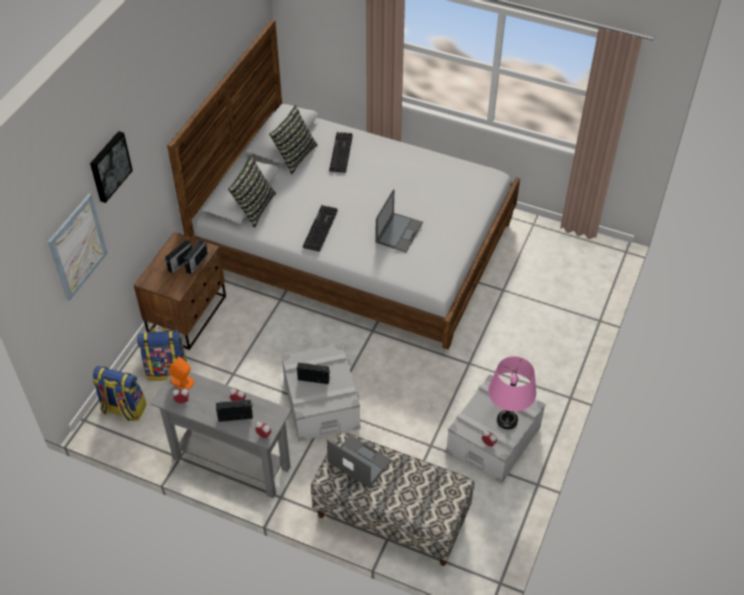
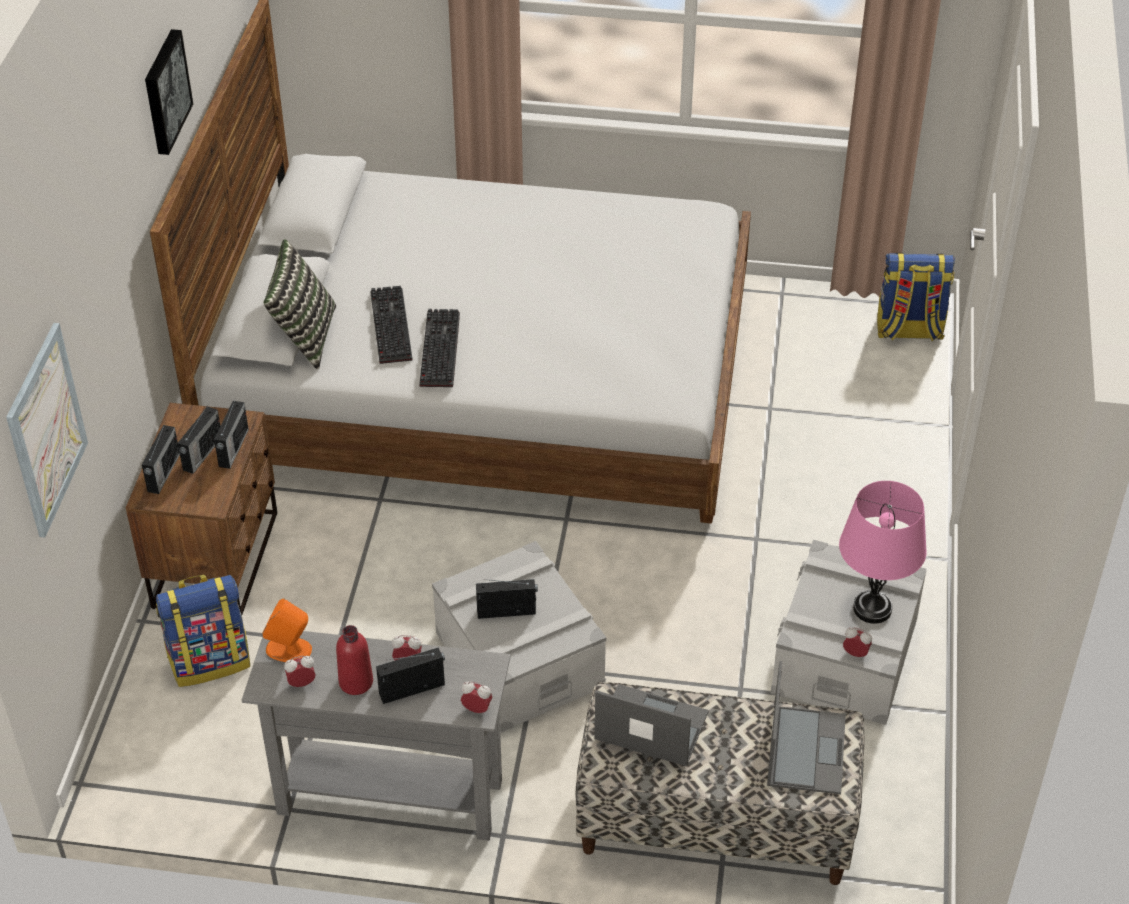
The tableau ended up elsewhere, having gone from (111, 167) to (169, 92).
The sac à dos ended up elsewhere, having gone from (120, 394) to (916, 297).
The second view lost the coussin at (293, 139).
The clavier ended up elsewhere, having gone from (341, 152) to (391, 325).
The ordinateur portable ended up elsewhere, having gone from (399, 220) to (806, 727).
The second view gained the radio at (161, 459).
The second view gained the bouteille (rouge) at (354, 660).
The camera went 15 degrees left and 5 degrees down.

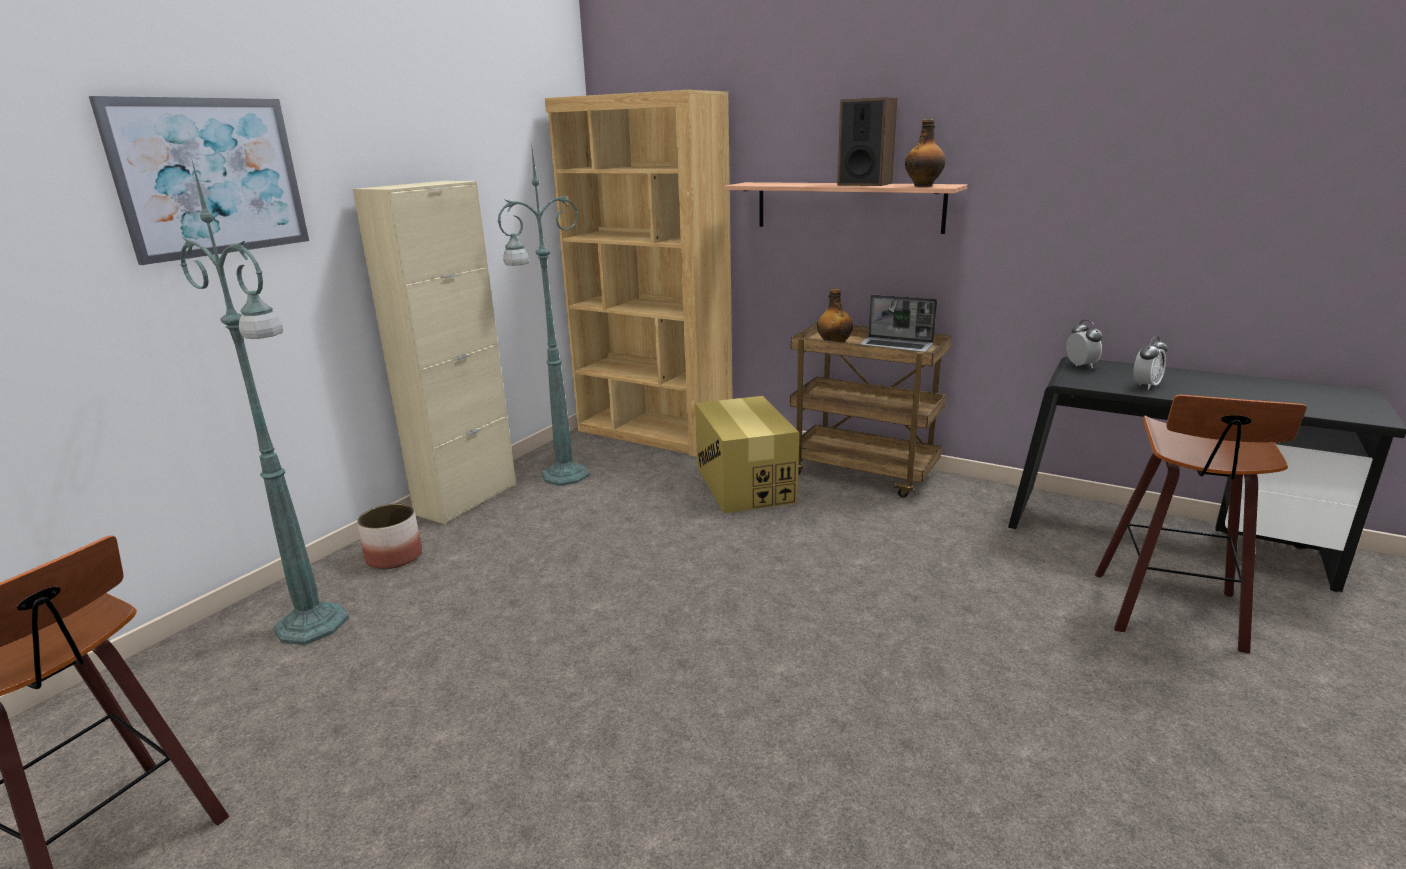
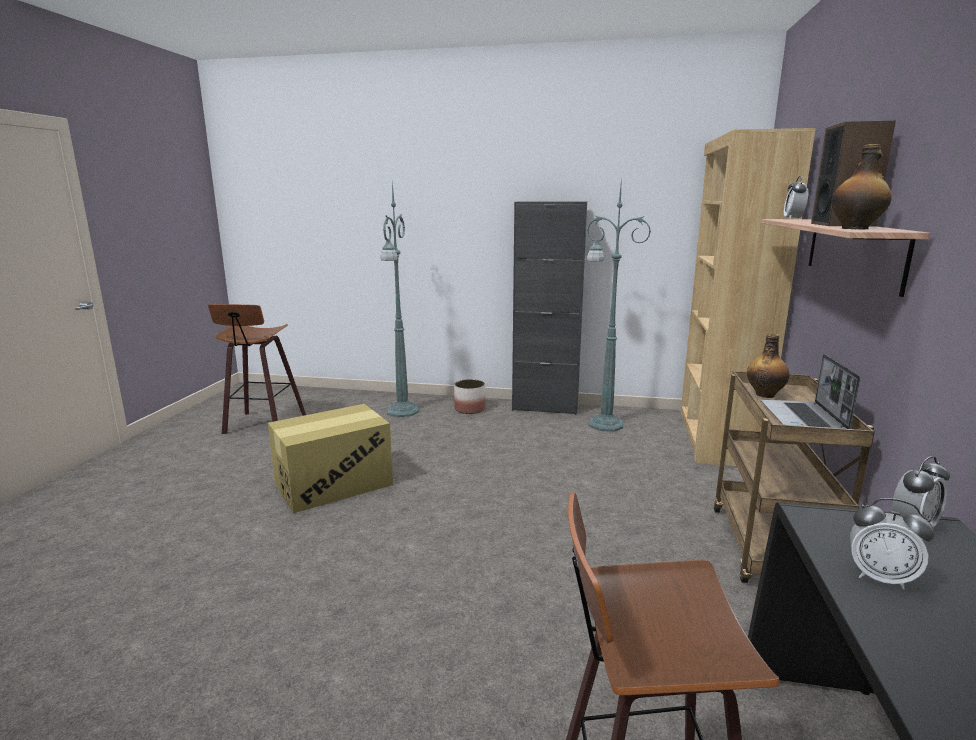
The second view lost the tableau at (199, 180).
What was the meuble de rangement (beige) at (434, 352) turned into the meuble de rangement (noir) at (549, 308).
The carton ended up elsewhere, having gone from (747, 454) to (330, 458).
The second view gained the réveil at (796, 197).
The camera went 70 degrees right and 5 degrees down.

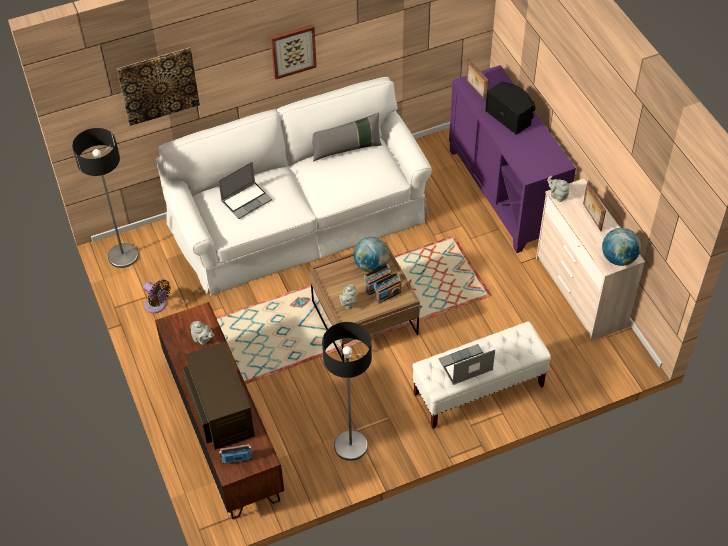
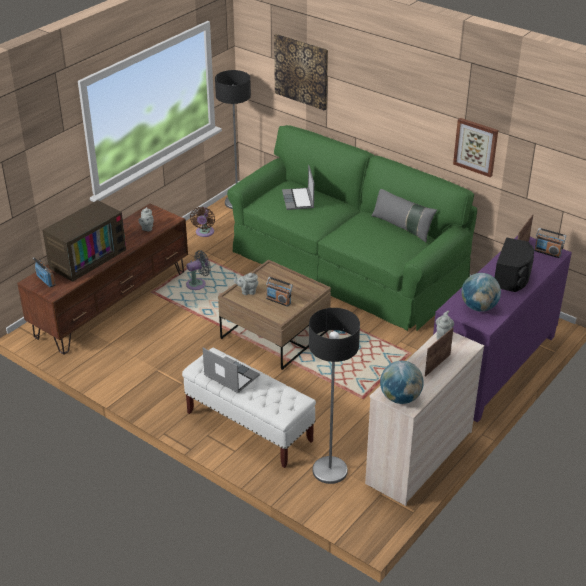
What was the canapé (blanc) at (294, 186) turned into the canapé (vert) at (352, 228).
The ordinateur portable at (245, 190) ended up facing another way, 60 degrees clockwise from before.
The tableau ended up elsewhere, having gone from (293, 51) to (475, 147).
The lampadaire ended up elsewhere, having gone from (347, 391) to (334, 396).
The globe ended up elsewhere, having gone from (372, 255) to (481, 292).
The radio ended up elsewhere, having gone from (387, 287) to (550, 243).
The second view gained the ventilateur (gris) at (198, 270).
The camera went 60 degrees right and 15 degrees down.

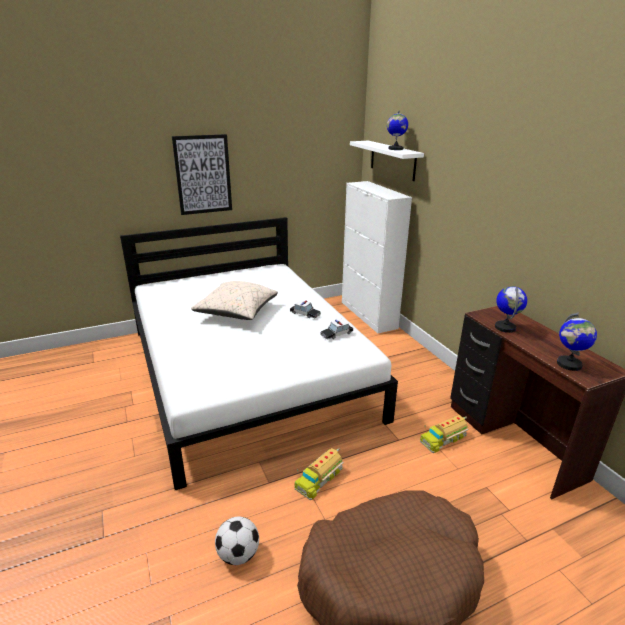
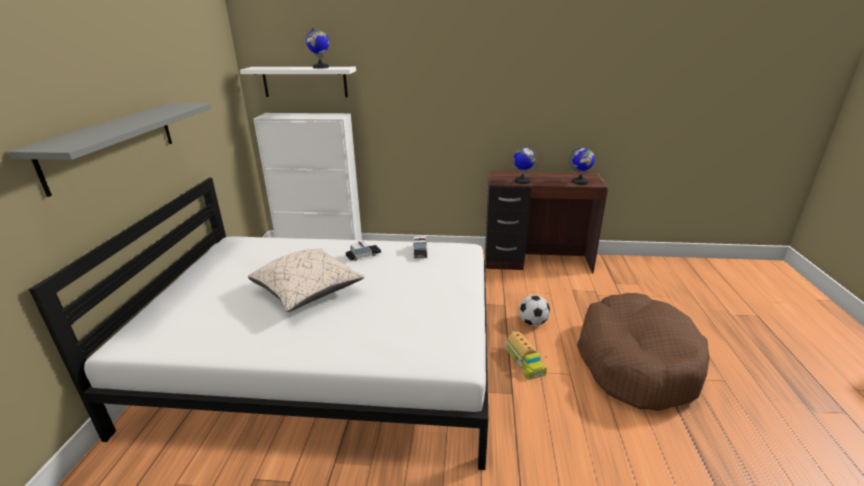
Where the tableau hung at (202, 174), the étagère (gris) came to hang at (110, 150).
The ballon de foot ended up elsewhere, having gone from (237, 540) to (534, 310).
The second view lost the camion jouet at (444, 434).
The camera went 60 degrees left and 0 degrees up.

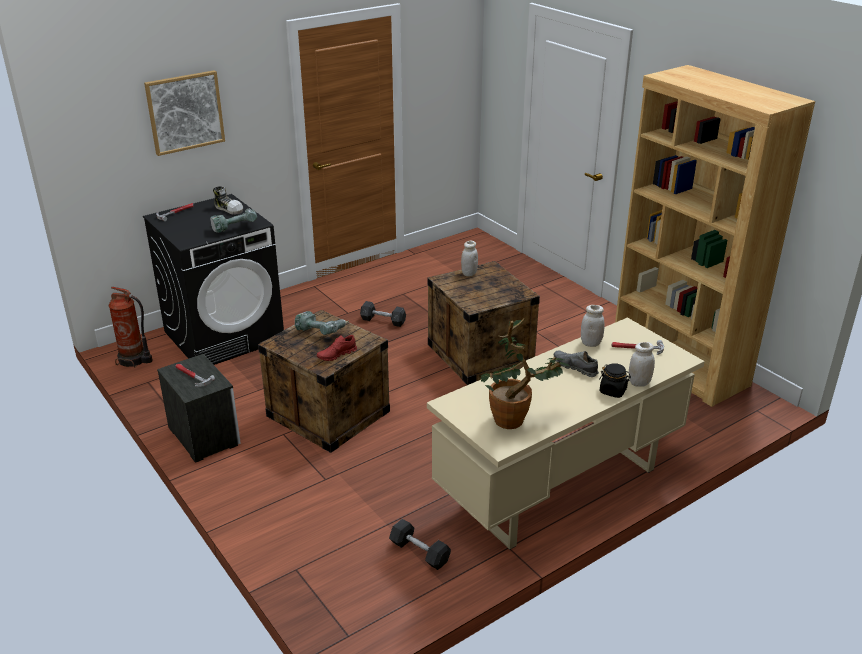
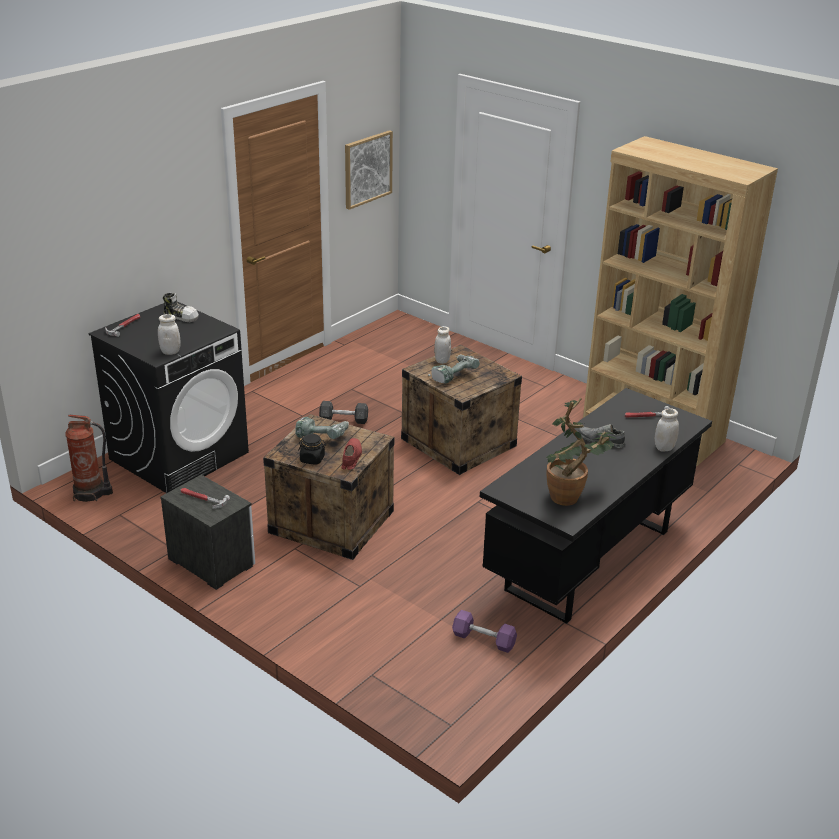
The tableau ended up elsewhere, having gone from (184, 113) to (369, 170).
The perceuse ended up elsewhere, having gone from (233, 220) to (454, 369).
The chaussure (rouge) at (337, 348) ended up facing another way, 150 degrees clockwise from before.
What was the haltère (gris) at (420, 544) turned into the haltère (violet) at (484, 631).
What was the bureau (beige) at (566, 433) turned into the bureau (noir) at (596, 506).
The bocal (blanc) ended up elsewhere, having gone from (592, 326) to (169, 334).
The bocal (noir) ended up elsewhere, having gone from (615, 380) to (312, 449).
The camera went 15 degrees left and 0 degrees up.

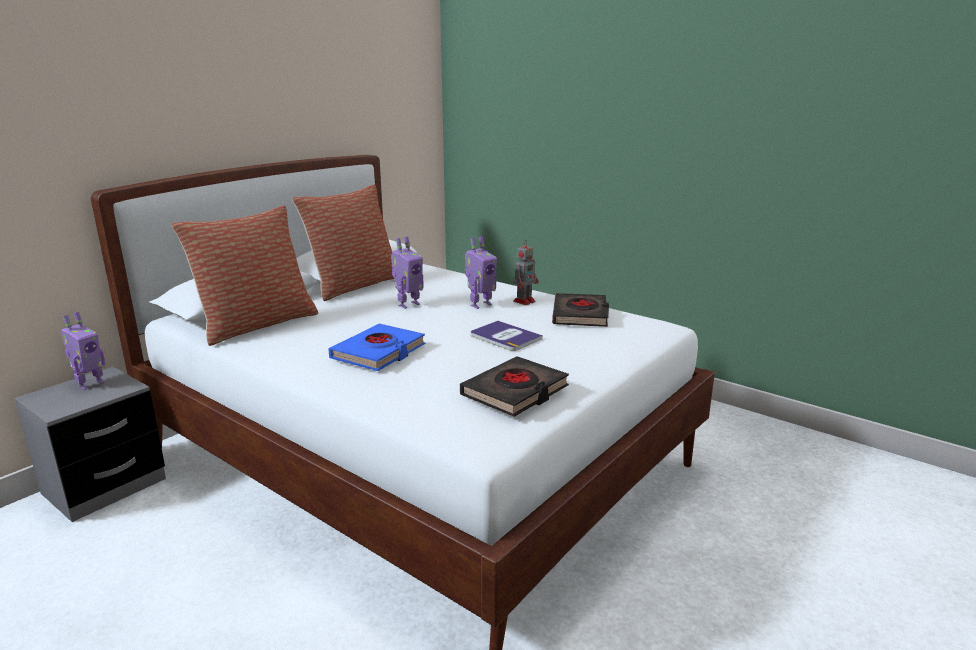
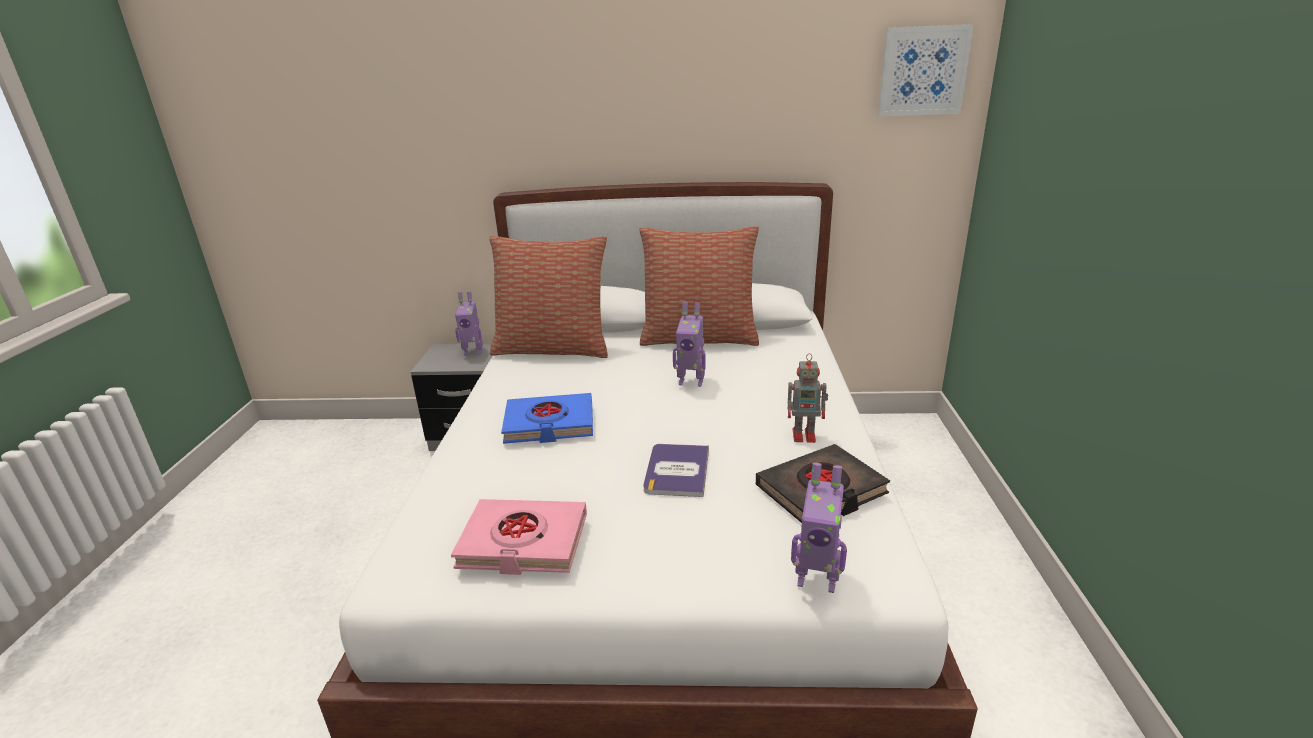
What was the livre (noir) at (514, 386) turned into the livre (rose) at (519, 537).
The robot jouet ended up elsewhere, having gone from (481, 272) to (819, 528).
The second view gained the tableau at (926, 70).
The camera went 55 degrees right and 5 degrees up.

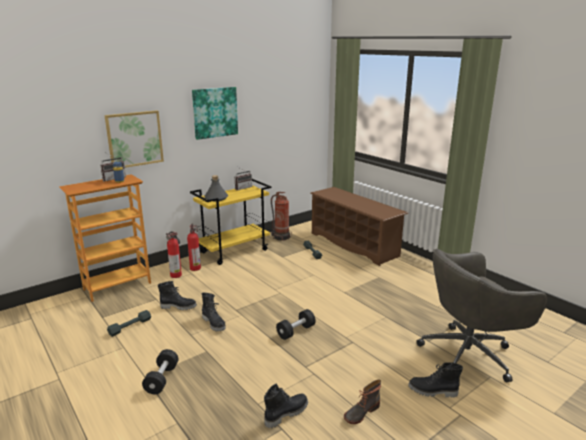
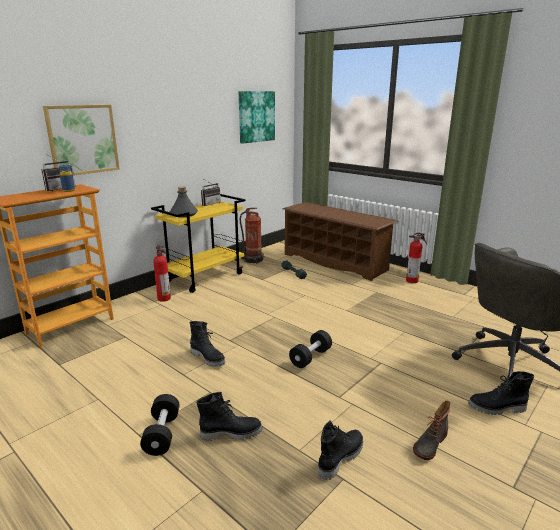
The second view lost the haltère (gris) at (129, 323).
The botte (noir) ended up elsewhere, having gone from (177, 295) to (230, 416).
The extincteur ended up elsewhere, having gone from (174, 254) to (416, 257).
The tableau ended up elsewhere, having gone from (215, 113) to (257, 117).
The camera went 10 degrees left and 0 degrees up.

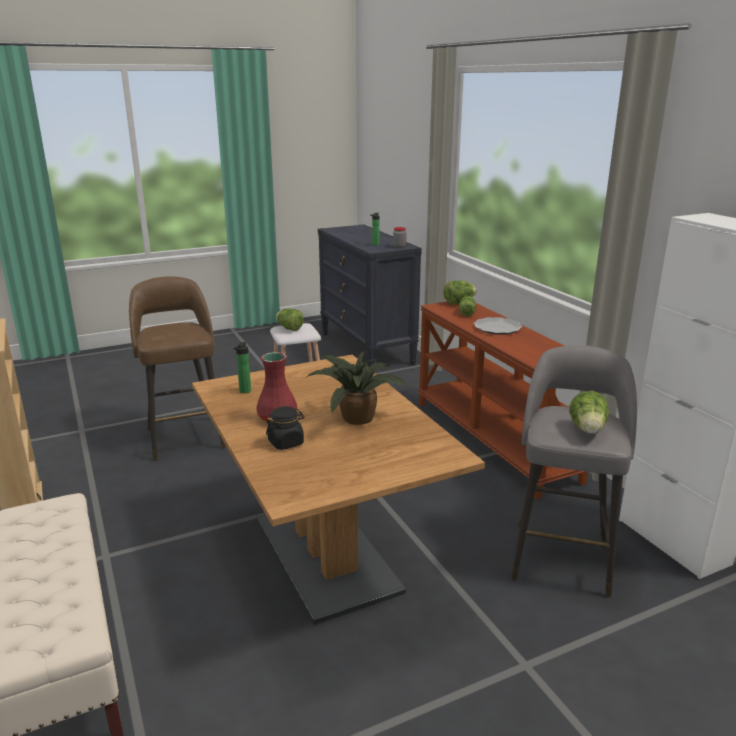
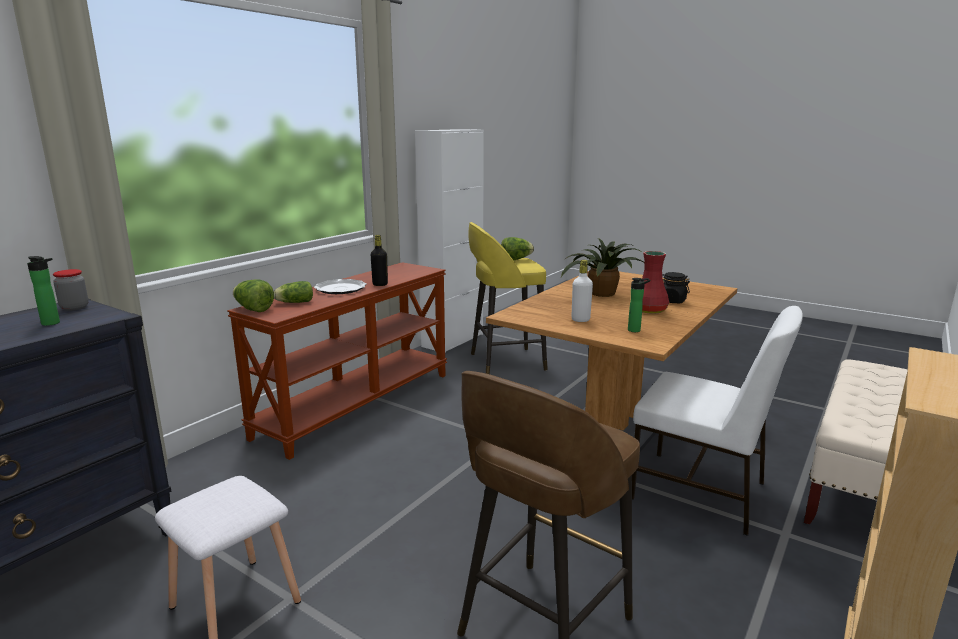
The second view lost the laitue at (290, 320).
What was the tabouret (gris) at (574, 471) turned into the tabouret (jaune) at (508, 298).
The second view gained the bouteille (noir) at (379, 260).
The second view gained the bouteille (blanc) at (582, 291).
The second view gained the chaise (blanc) at (717, 421).
The camera went 120 degrees left and 5 degrees down.

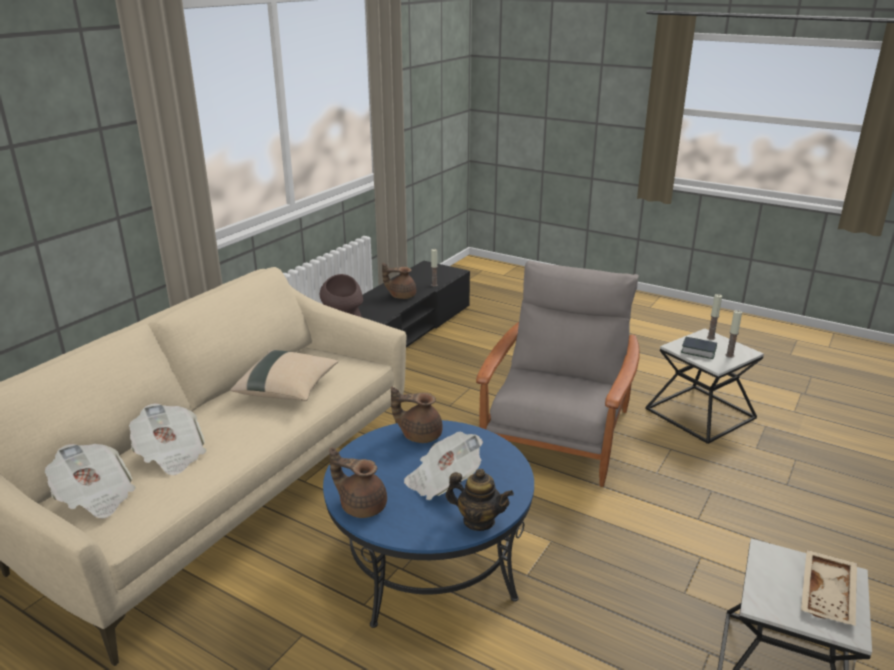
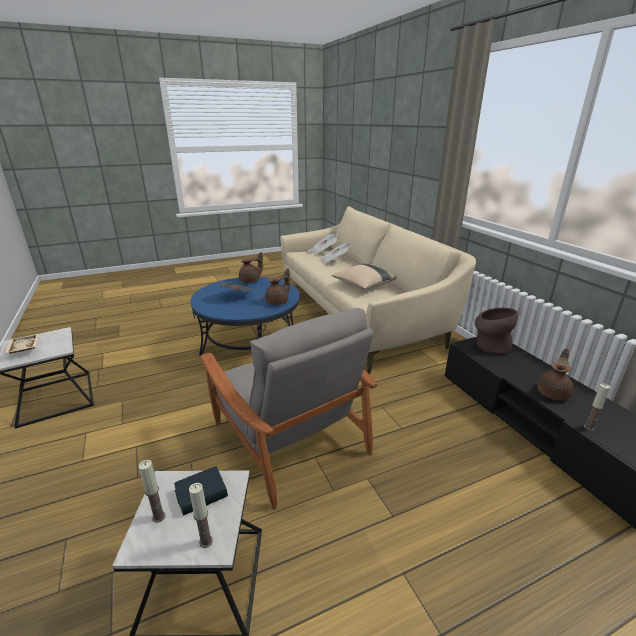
The second view lost the théière at (480, 500).
The camera went 125 degrees right and 0 degrees up.

